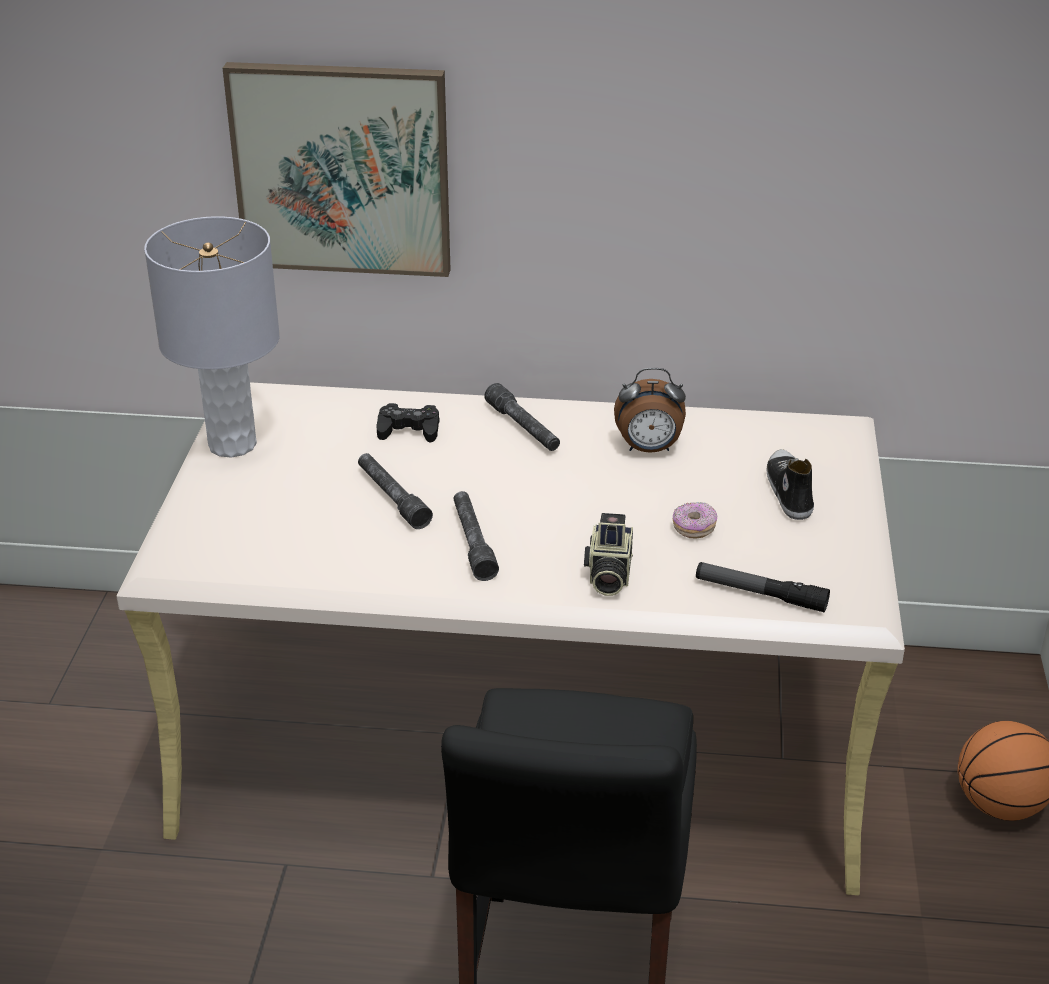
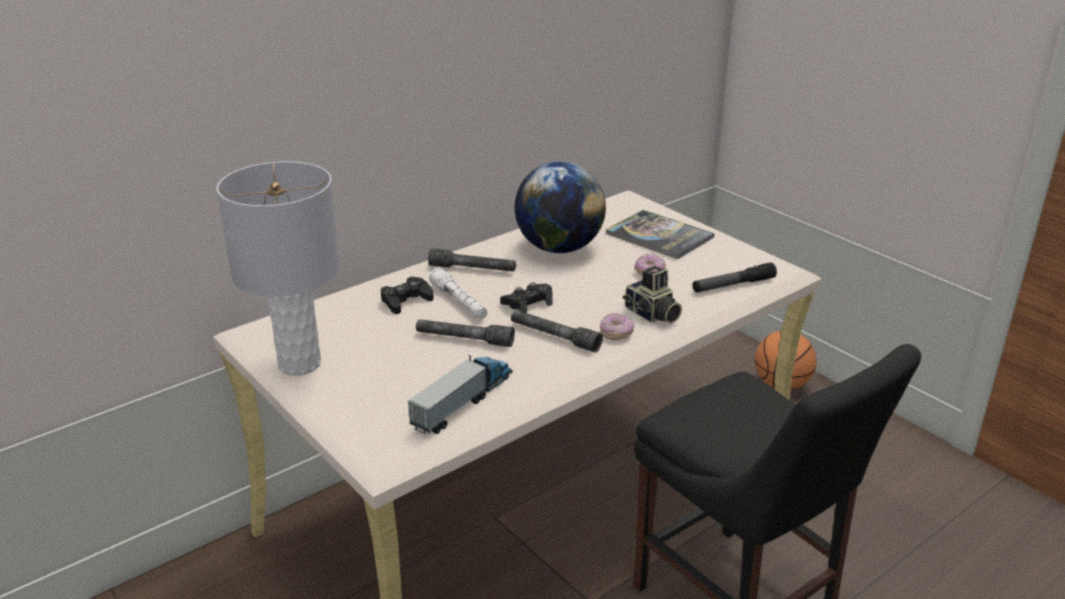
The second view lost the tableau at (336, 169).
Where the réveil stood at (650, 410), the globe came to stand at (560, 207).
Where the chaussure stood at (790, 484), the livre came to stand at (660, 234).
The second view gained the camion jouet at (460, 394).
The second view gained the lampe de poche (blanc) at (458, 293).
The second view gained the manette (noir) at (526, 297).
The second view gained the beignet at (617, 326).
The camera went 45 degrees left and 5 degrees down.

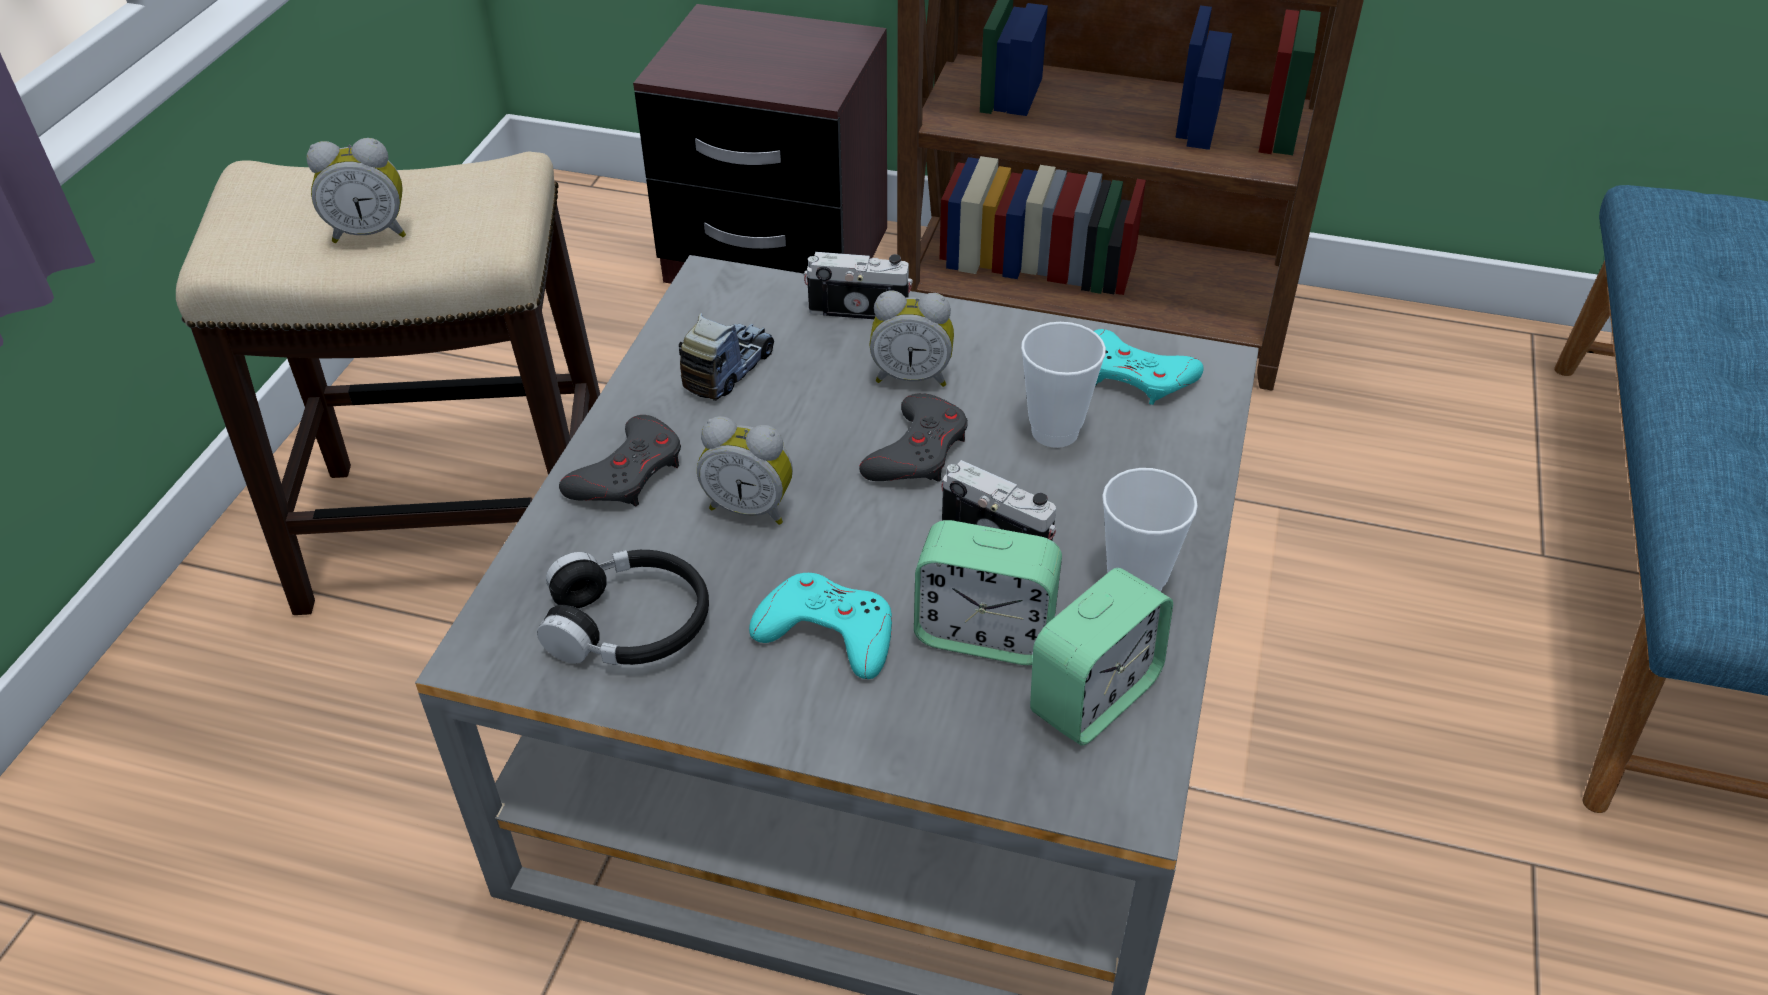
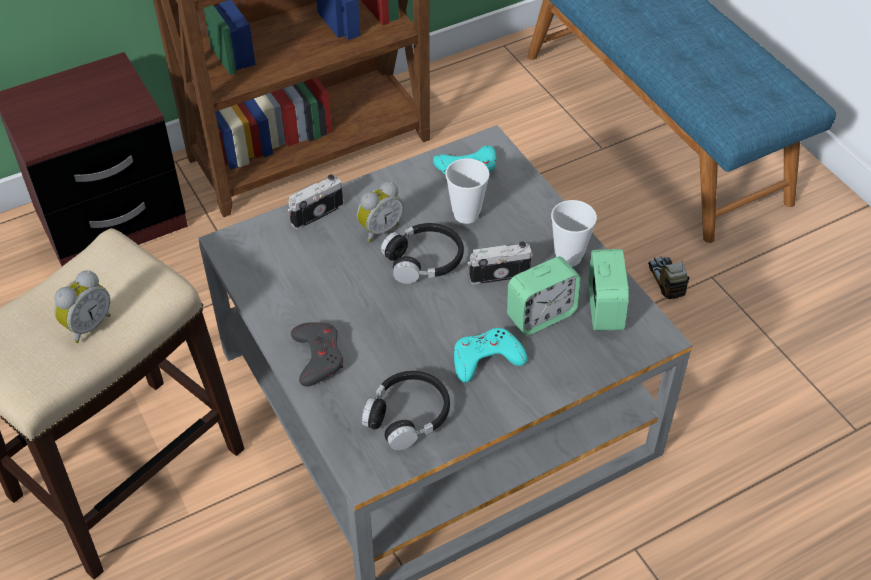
The camion jouet ended up elsewhere, having gone from (726, 357) to (669, 277).
The second view lost the réveil at (745, 470).
Where the manette (gris) stood at (913, 437), the casque audio (noir) came to stand at (422, 253).
The camera went 45 degrees left and 5 degrees up.

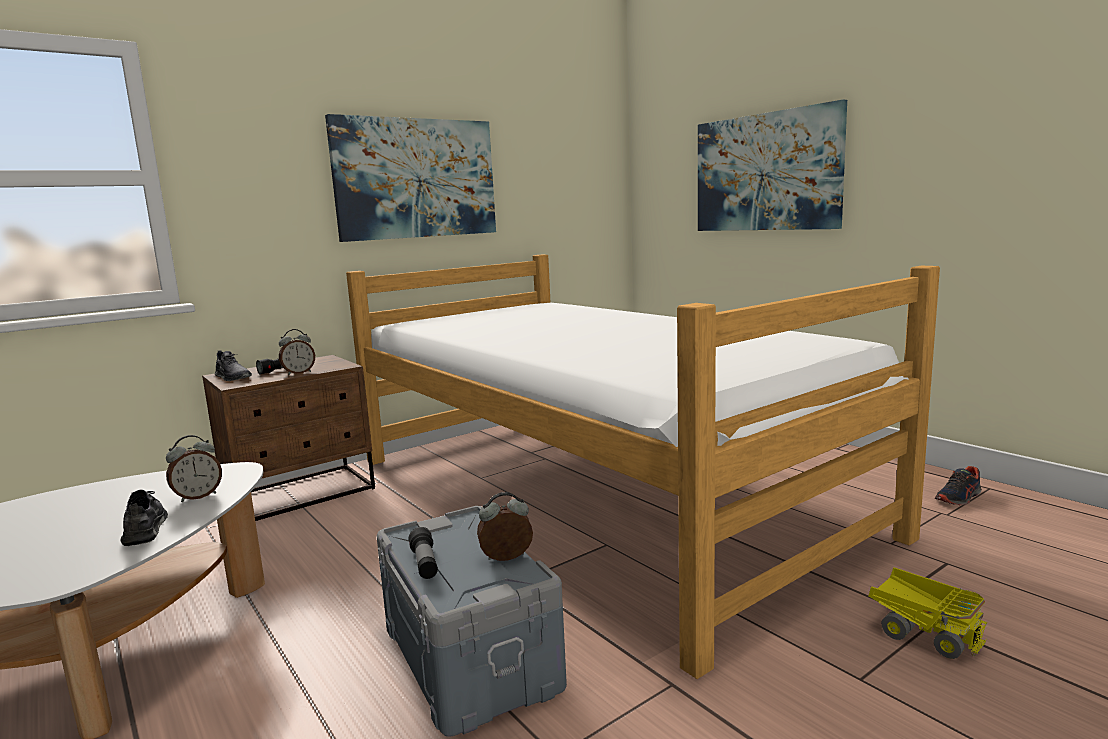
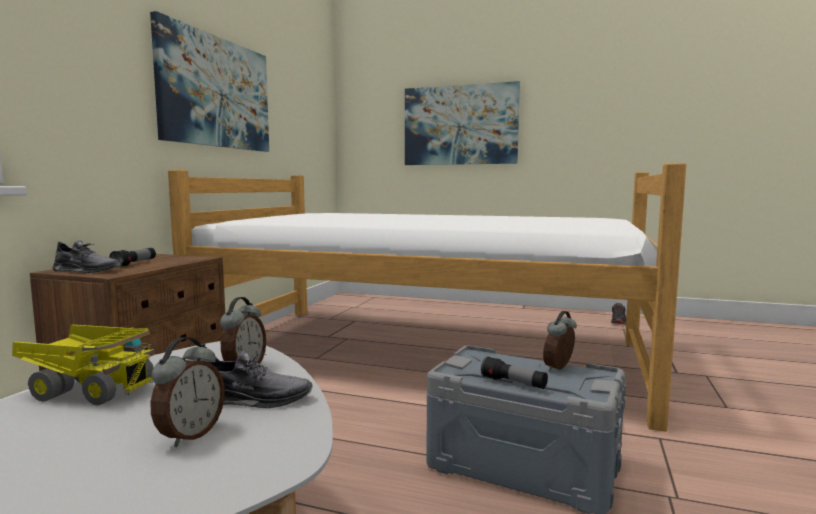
The chaussure (gris) at (144, 518) ended up facing another way, 150 degrees clockwise from before.
The réveil ended up elsewhere, having gone from (297, 352) to (188, 392).
The camion jouet ended up elsewhere, having gone from (927, 613) to (83, 365).
The camera went 35 degrees left and 5 degrees down.

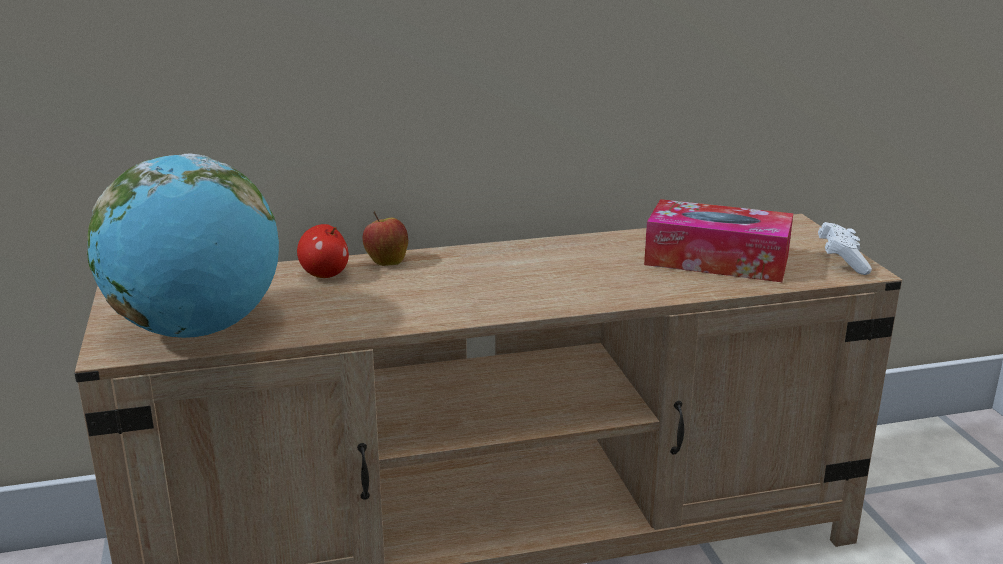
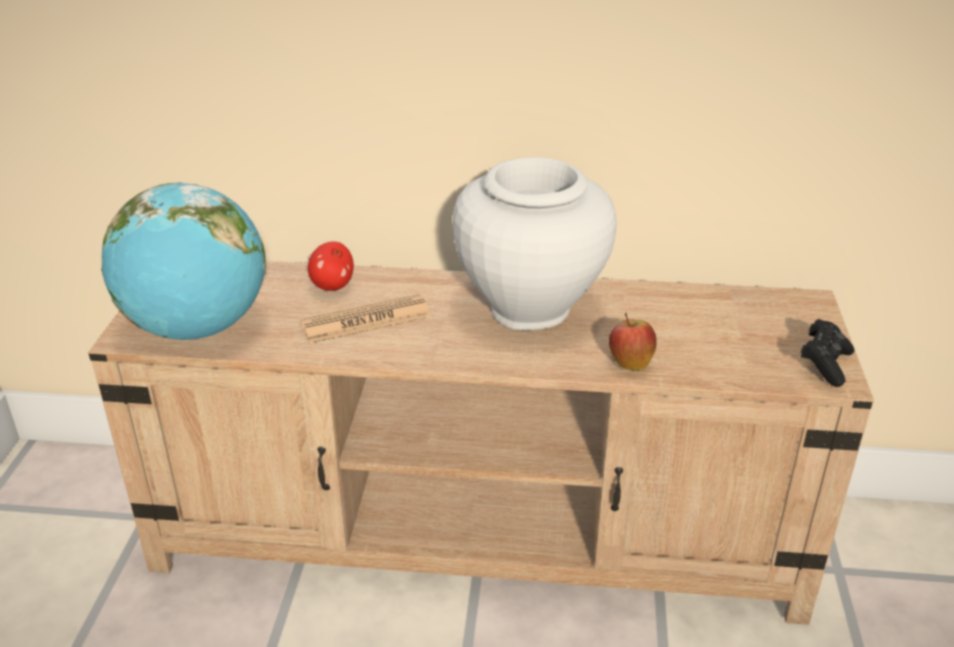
The pomme ended up elsewhere, having gone from (385, 238) to (633, 341).
The second view lost the boîte à mouchoirs at (718, 240).
What was the manette (blanc) at (845, 248) turned into the manette (noir) at (827, 353).
The second view gained the journal at (365, 319).
The second view gained the vase (blanc) at (535, 243).
The camera went 20 degrees right and 10 degrees up.

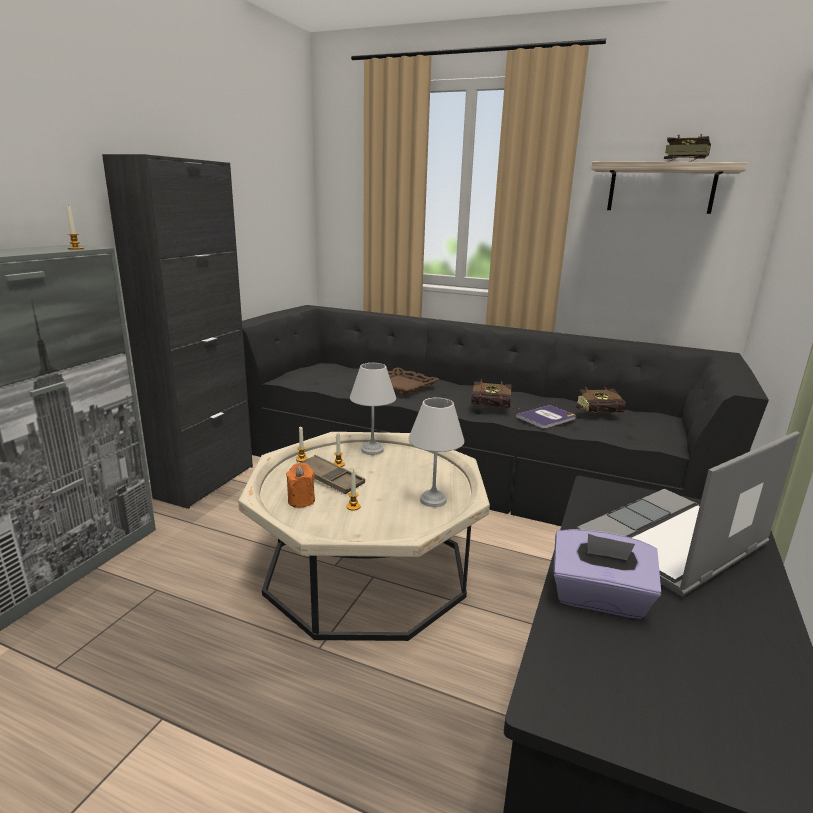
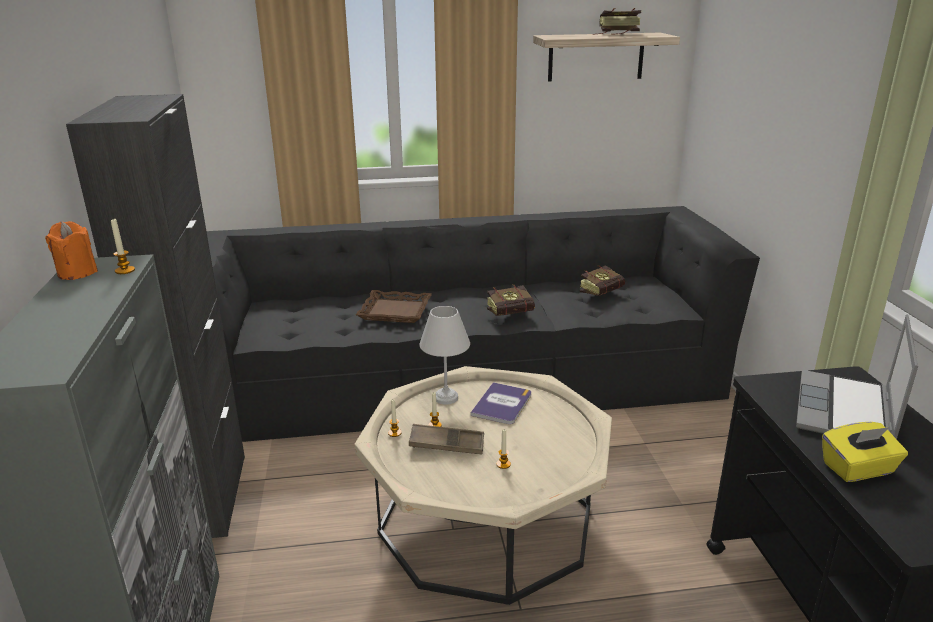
The bougie (orange) ended up elsewhere, having gone from (300, 485) to (71, 250).
The second view lost the lampe de table (blanc) at (436, 452).
The livre ended up elsewhere, having gone from (546, 416) to (501, 403).
What was the boîte à mouchoirs (violet) at (607, 574) turned into the boîte à mouchoirs (jaune) at (865, 452).
The camera went 30 degrees left and 5 degrees up.

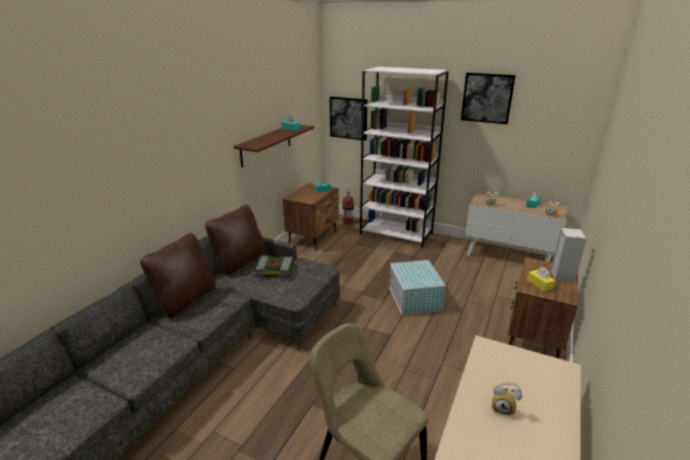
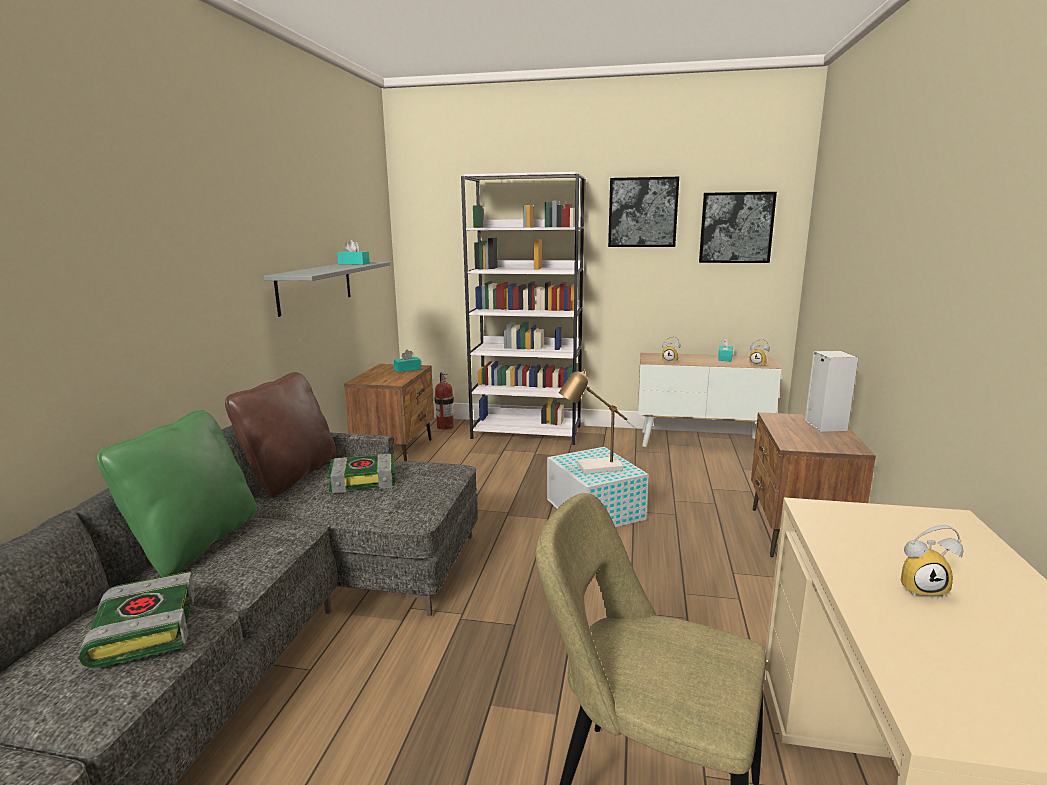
What was the coussin (marron) at (178, 276) turned into the coussin (vert) at (176, 493).
What was the étagère (marron) at (273, 146) turned into the étagère (gris) at (327, 289).
The tableau ended up elsewhere, having gone from (348, 118) to (738, 227).
The second view lost the boîte à mouchoirs (jaune) at (541, 279).
The second view gained the livre at (137, 619).
The second view gained the lampe de table at (598, 421).
The camera went 15 degrees left and 10 degrees down.

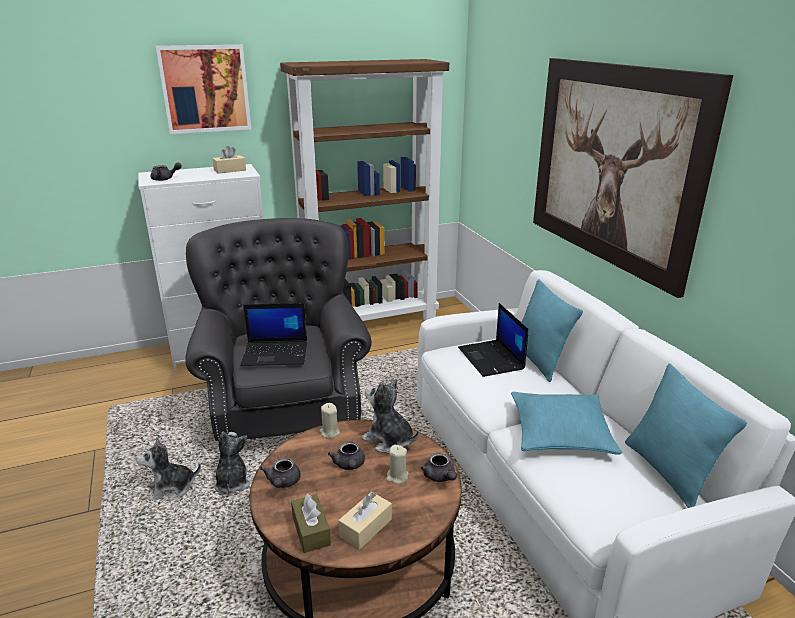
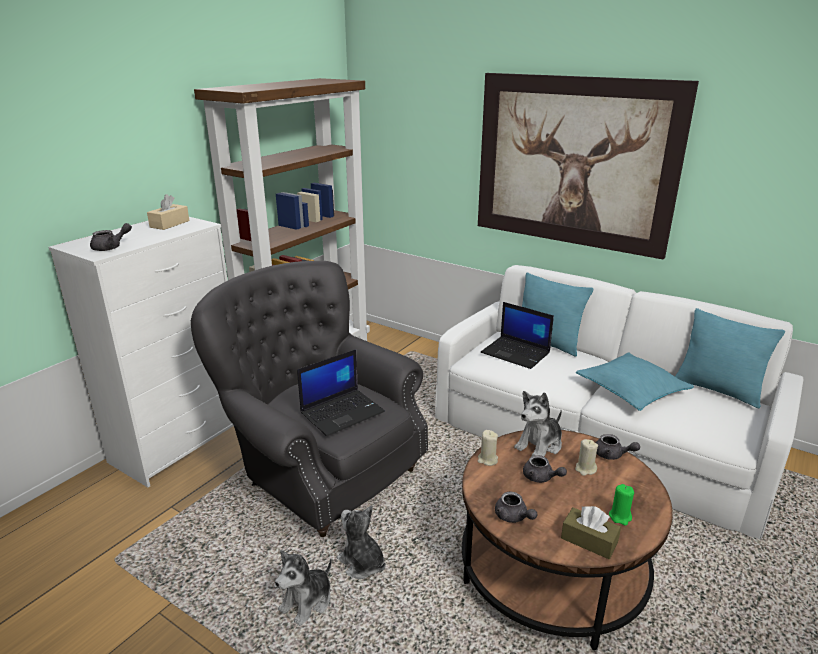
The second view lost the tableau at (203, 89).
Where the boîte à mouchoirs (beige) stood at (365, 521), the bougie (vert) came to stand at (621, 505).
The peluche at (390, 416) ended up facing another way, 45 degrees counterclockwise from before.
The camera went 35 degrees left and 0 degrees up.

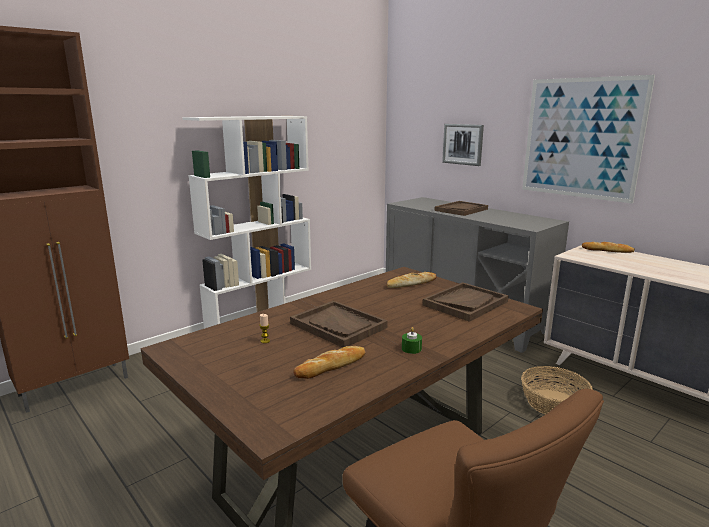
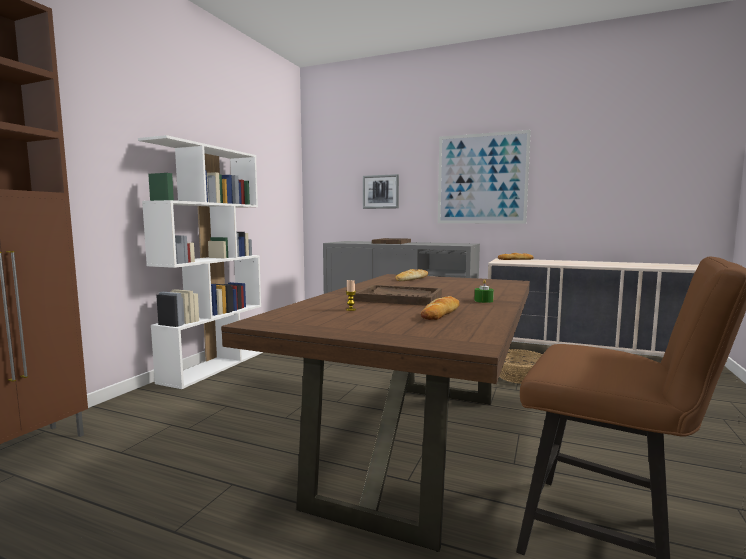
The second view lost the plateau (marron) at (465, 302).
The camera went 25 degrees left and 10 degrees down.

